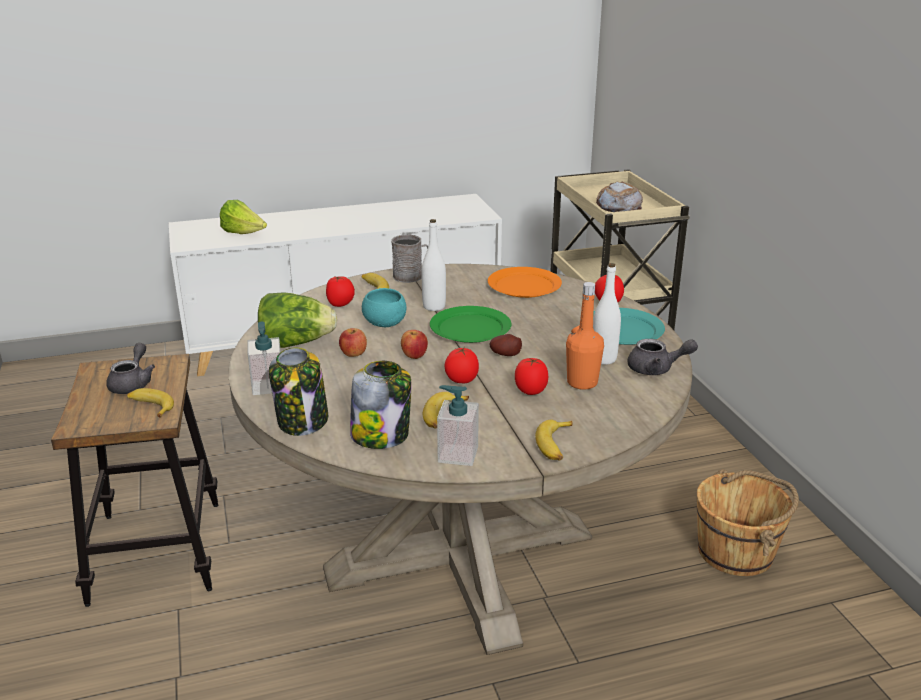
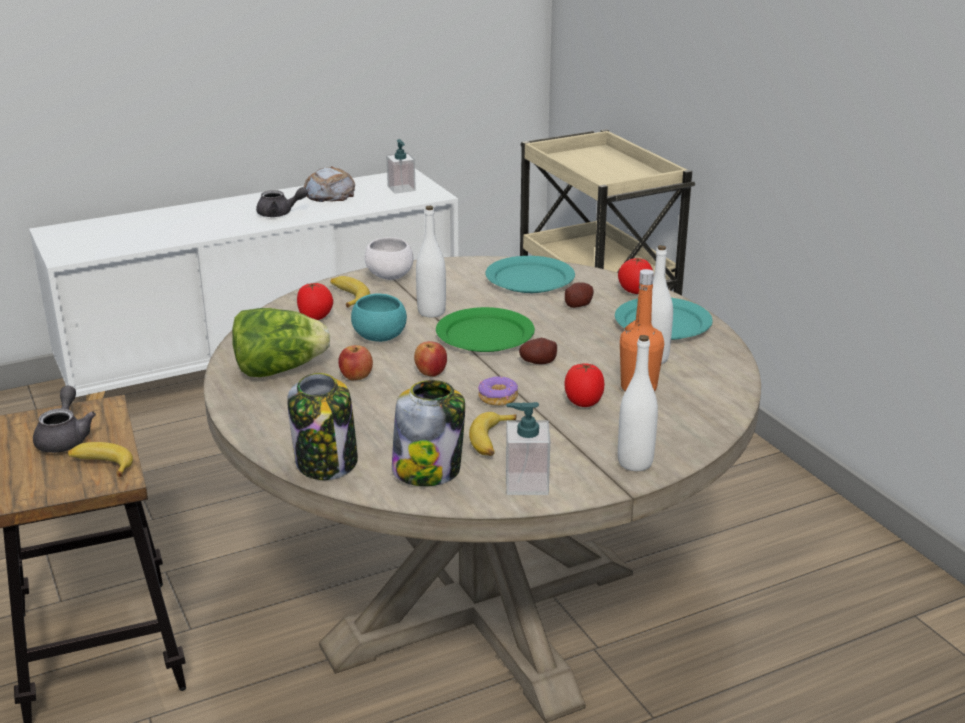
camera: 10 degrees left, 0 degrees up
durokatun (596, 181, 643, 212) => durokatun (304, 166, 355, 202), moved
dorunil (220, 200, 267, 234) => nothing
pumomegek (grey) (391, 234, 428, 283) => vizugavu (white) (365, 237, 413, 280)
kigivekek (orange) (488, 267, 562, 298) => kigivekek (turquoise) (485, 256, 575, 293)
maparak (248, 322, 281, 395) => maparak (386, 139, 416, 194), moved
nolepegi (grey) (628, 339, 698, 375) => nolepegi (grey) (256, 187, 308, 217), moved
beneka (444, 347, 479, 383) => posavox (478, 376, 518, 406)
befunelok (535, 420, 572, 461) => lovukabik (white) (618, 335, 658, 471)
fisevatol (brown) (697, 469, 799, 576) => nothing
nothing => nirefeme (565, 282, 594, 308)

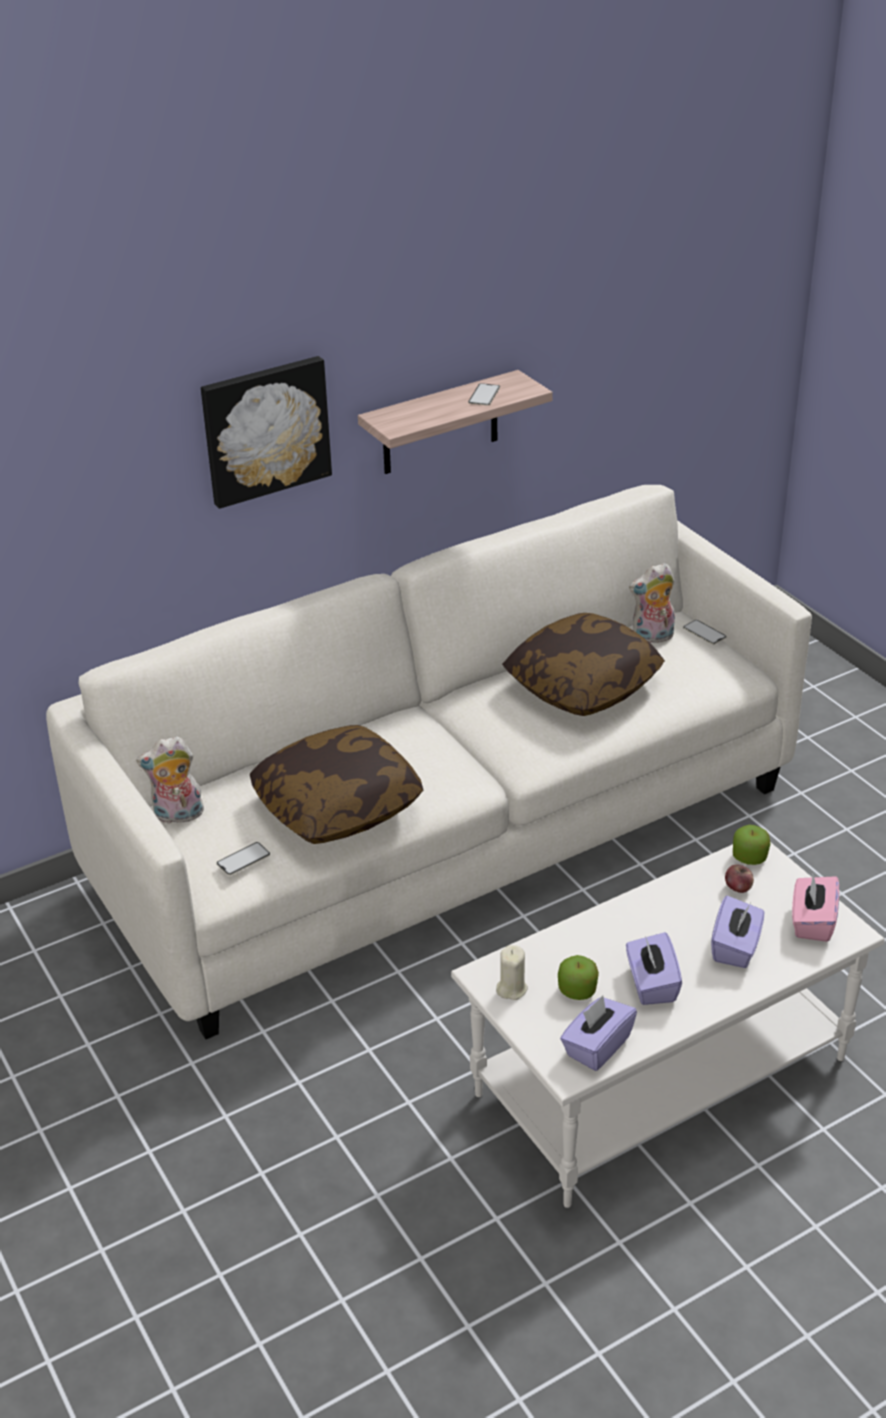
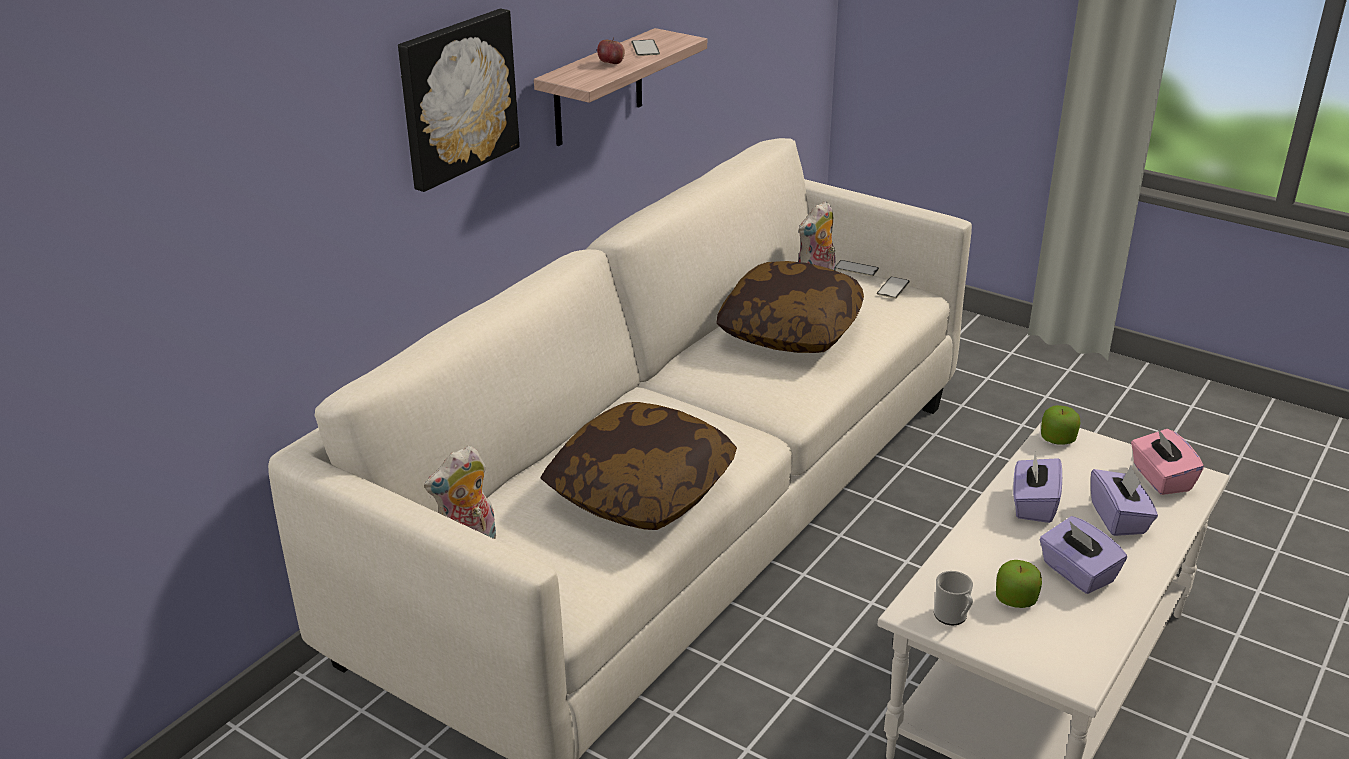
camera: 25 degrees left, 5 degrees down
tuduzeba (217, 842, 270, 875) => tuduzeba (877, 277, 910, 299), moved
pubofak (725, 865, 754, 893) => pubofak (597, 37, 625, 64), moved
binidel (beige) (496, 945, 528, 1000) => pumomegek (934, 571, 973, 626)
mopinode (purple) (560, 996, 637, 1071) => mopinode (purple) (1013, 453, 1062, 523), moved

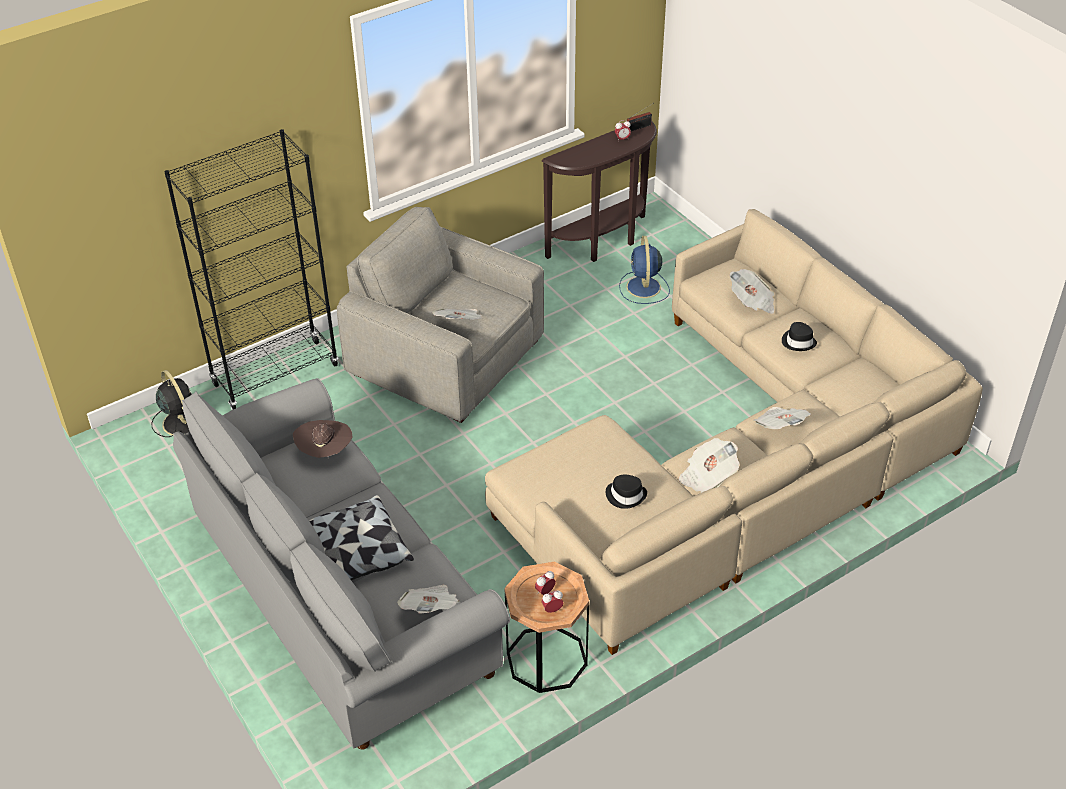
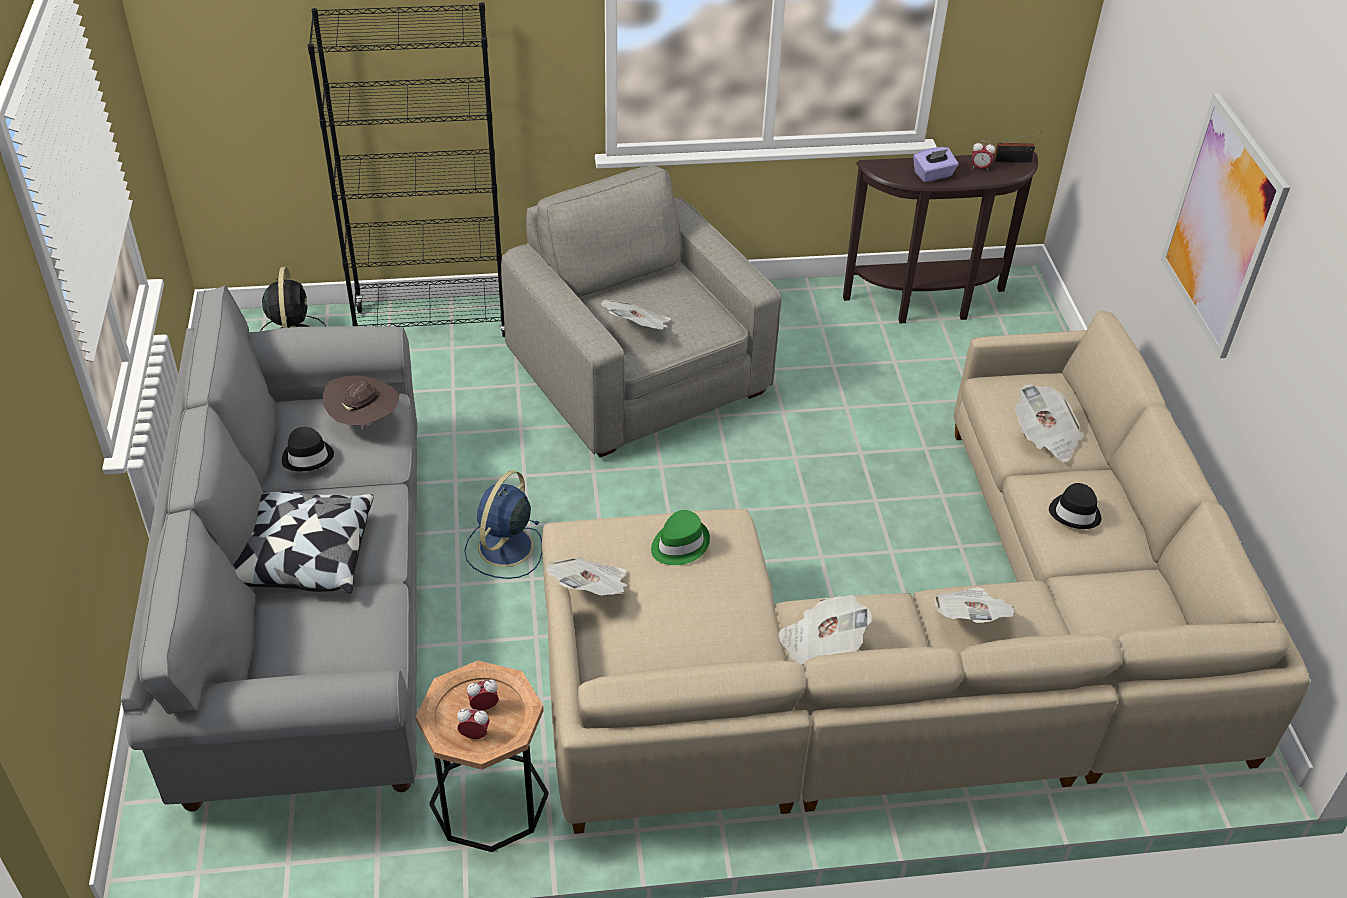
camera: 25 degrees right, 0 degrees up
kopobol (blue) (619, 236, 670, 304) => kopobol (blue) (464, 470, 542, 579), moved
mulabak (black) (606, 475, 647, 509) => mulabak (black) (282, 427, 334, 471), moved
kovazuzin (397, 585, 459, 614) => kovazuzin (546, 557, 627, 596), moved
nothing => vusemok (1161, 93, 1290, 358)
nothing => mopinode (purple) (913, 147, 958, 182)
nothing => mulabak (green) (651, 510, 710, 565)

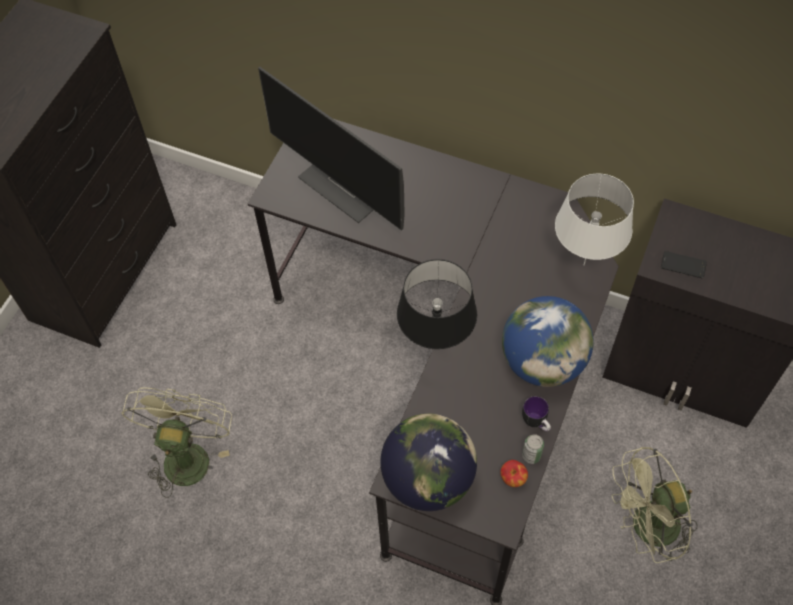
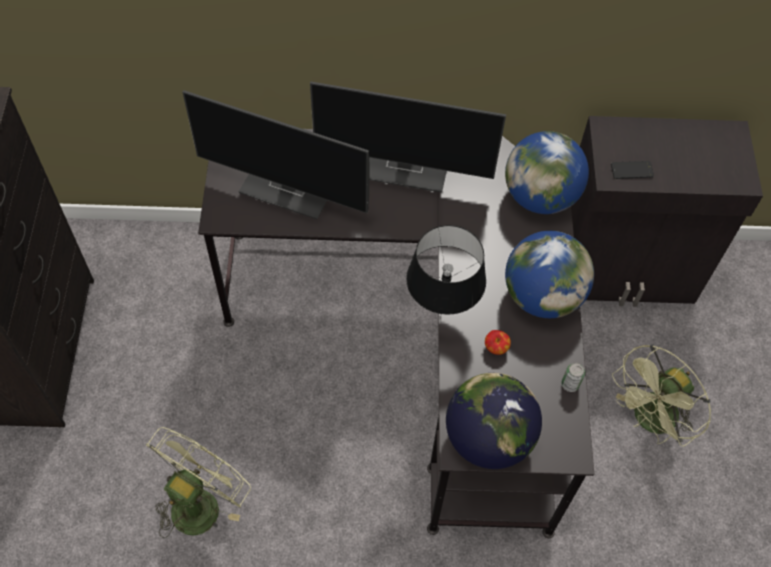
camera: 25 degrees left, 0 degrees up
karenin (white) (555, 174, 634, 265) => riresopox (505, 131, 589, 214)
kopobol (green) (121, 388, 232, 498) => kopobol (green) (146, 427, 251, 538), 45 degrees clockwise
pumomegek (522, 396, 551, 431) => nothing
pubofak (500, 460, 528, 487) => pubofak (485, 330, 511, 355), moved
nothing => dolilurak (310, 81, 506, 193)

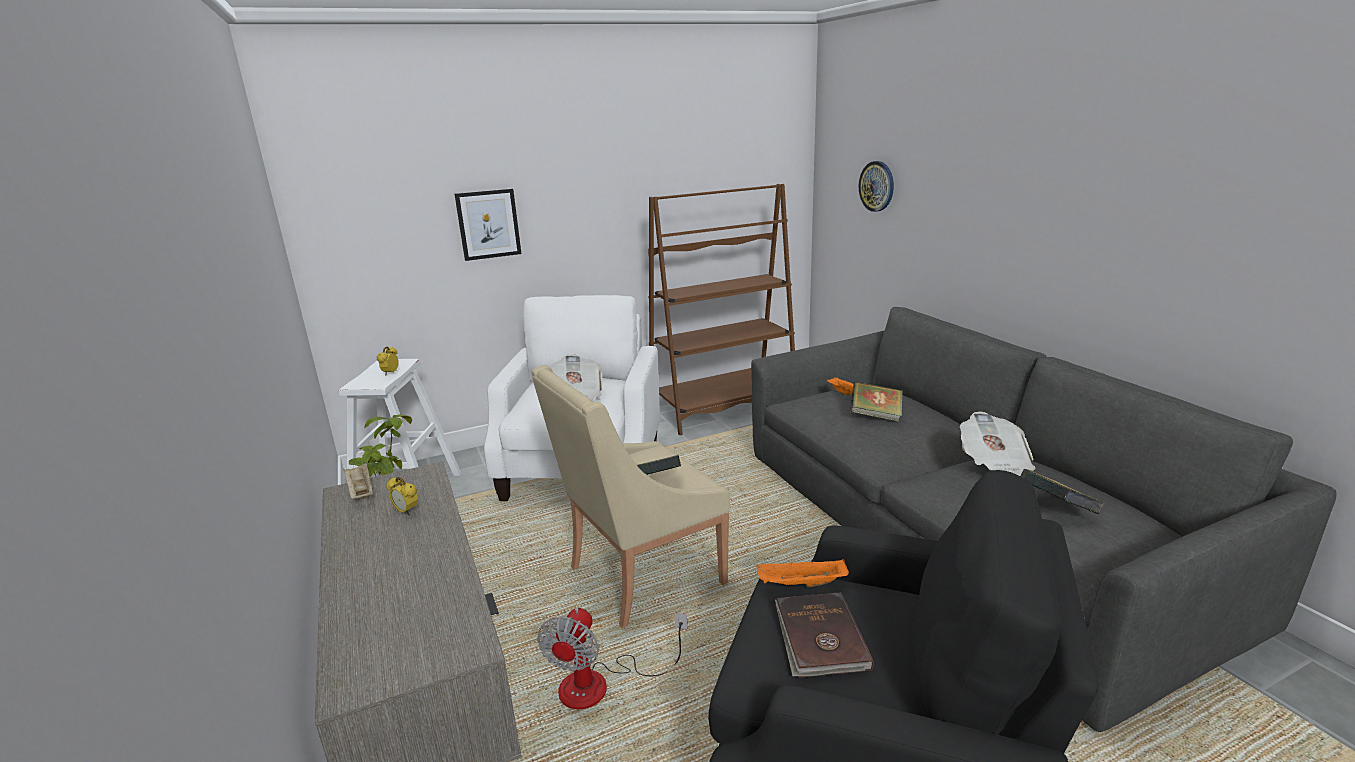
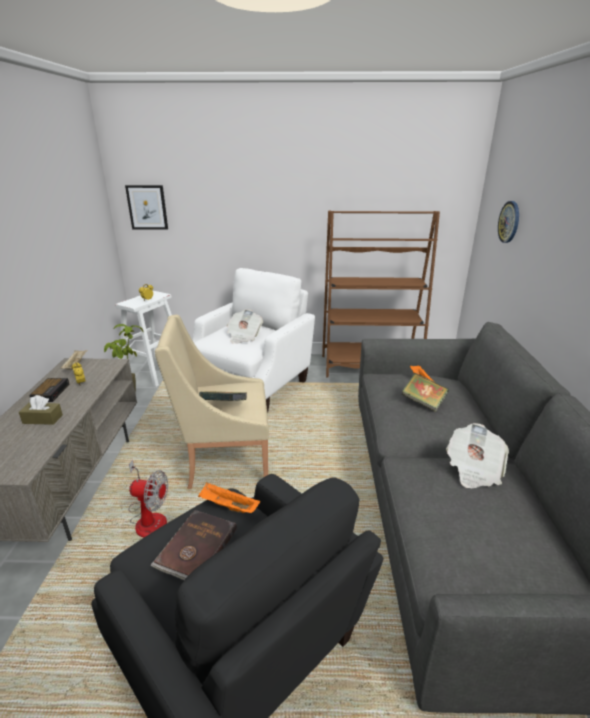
camera: 25 degrees right, 5 degrees up
vusemok (455, 188, 521, 261) => vusemok (125, 185, 168, 230), moved
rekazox (1020, 469, 1105, 514) => nothing
kopobol (537, 608, 687, 709) => kopobol (129, 460, 168, 537), 120 degrees counterclockwise
nothing => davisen (29, 378, 70, 402)
nothing => mopinode (brown) (19, 395, 63, 425)

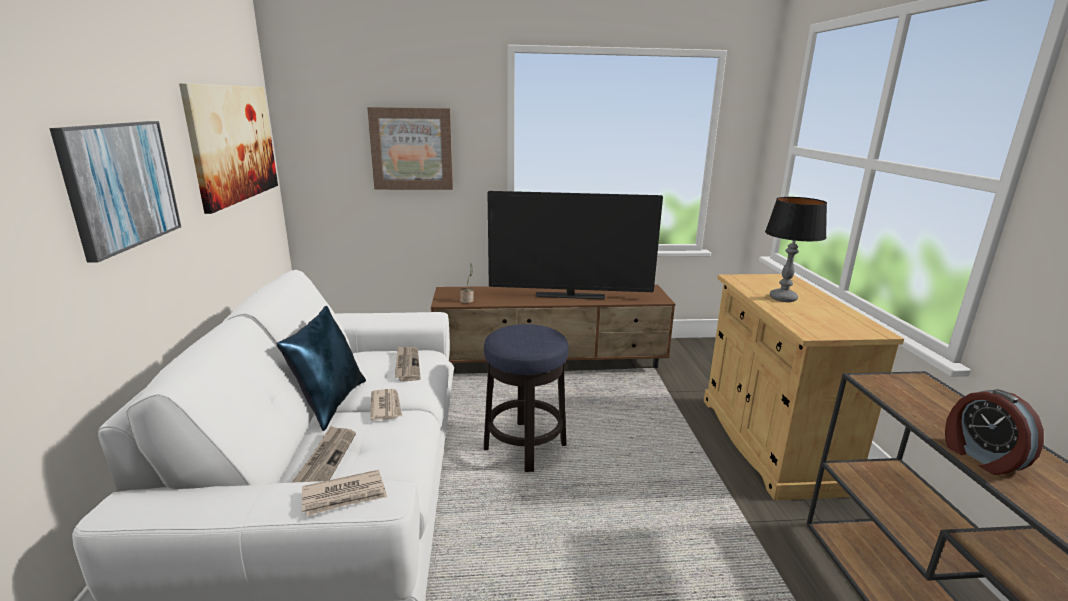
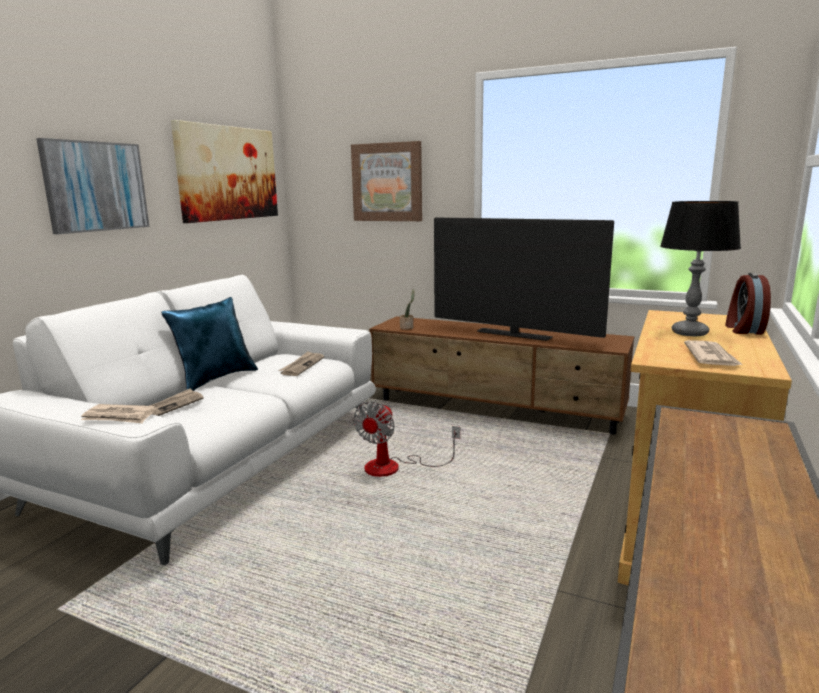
camera: 30 degrees right, 5 degrees down
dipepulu (484, 324, 569, 472) => kopobol (353, 401, 460, 477)
kovazuzin (370, 389, 402, 421) => kovazuzin (684, 340, 743, 366), moved
davisen (945, 389, 1044, 475) => davisen (725, 273, 771, 335), moved

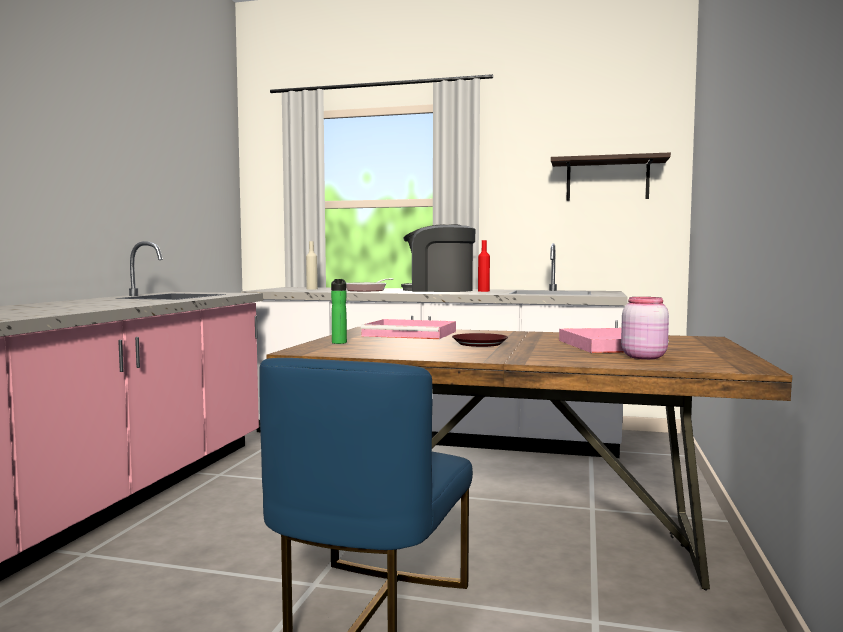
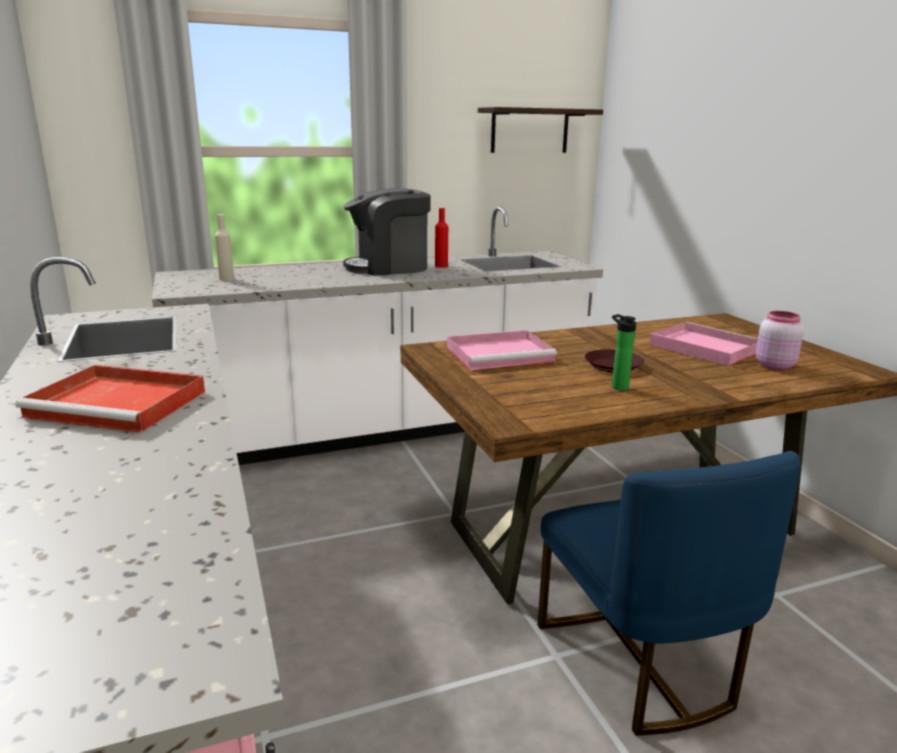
camera: 35 degrees left, 15 degrees up
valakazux (346, 278, 393, 292) => nothing
lovukabik (331, 279, 347, 344) => lovukabik (612, 314, 636, 391), moved
nothing => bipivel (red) (15, 365, 205, 433)

